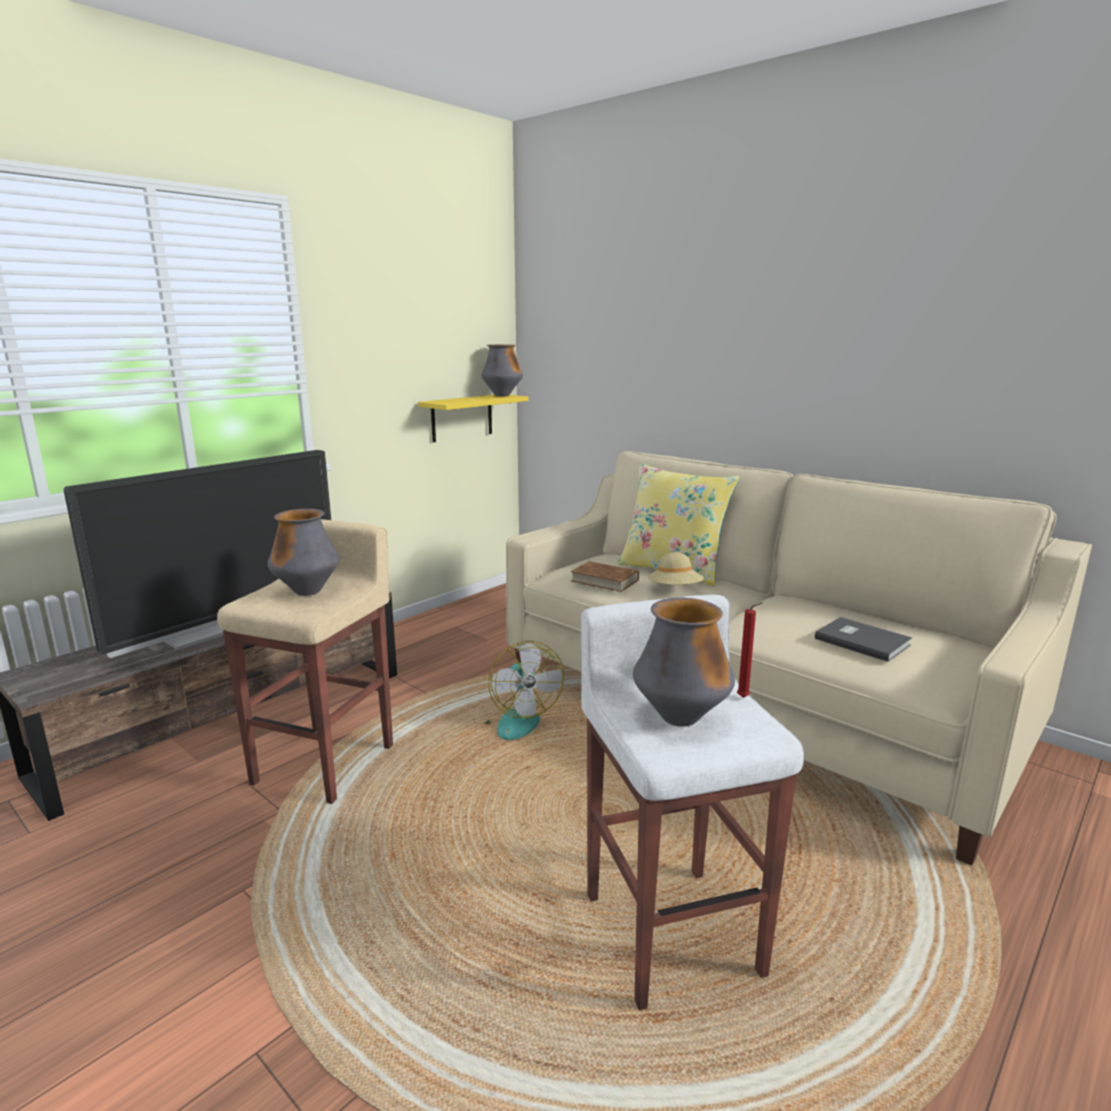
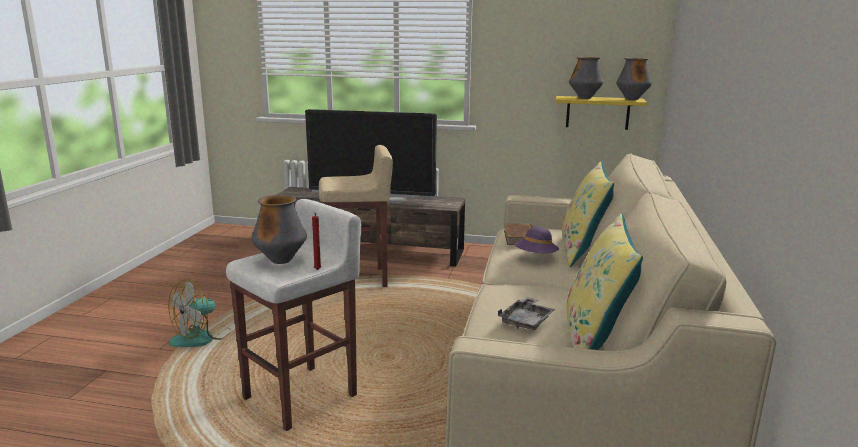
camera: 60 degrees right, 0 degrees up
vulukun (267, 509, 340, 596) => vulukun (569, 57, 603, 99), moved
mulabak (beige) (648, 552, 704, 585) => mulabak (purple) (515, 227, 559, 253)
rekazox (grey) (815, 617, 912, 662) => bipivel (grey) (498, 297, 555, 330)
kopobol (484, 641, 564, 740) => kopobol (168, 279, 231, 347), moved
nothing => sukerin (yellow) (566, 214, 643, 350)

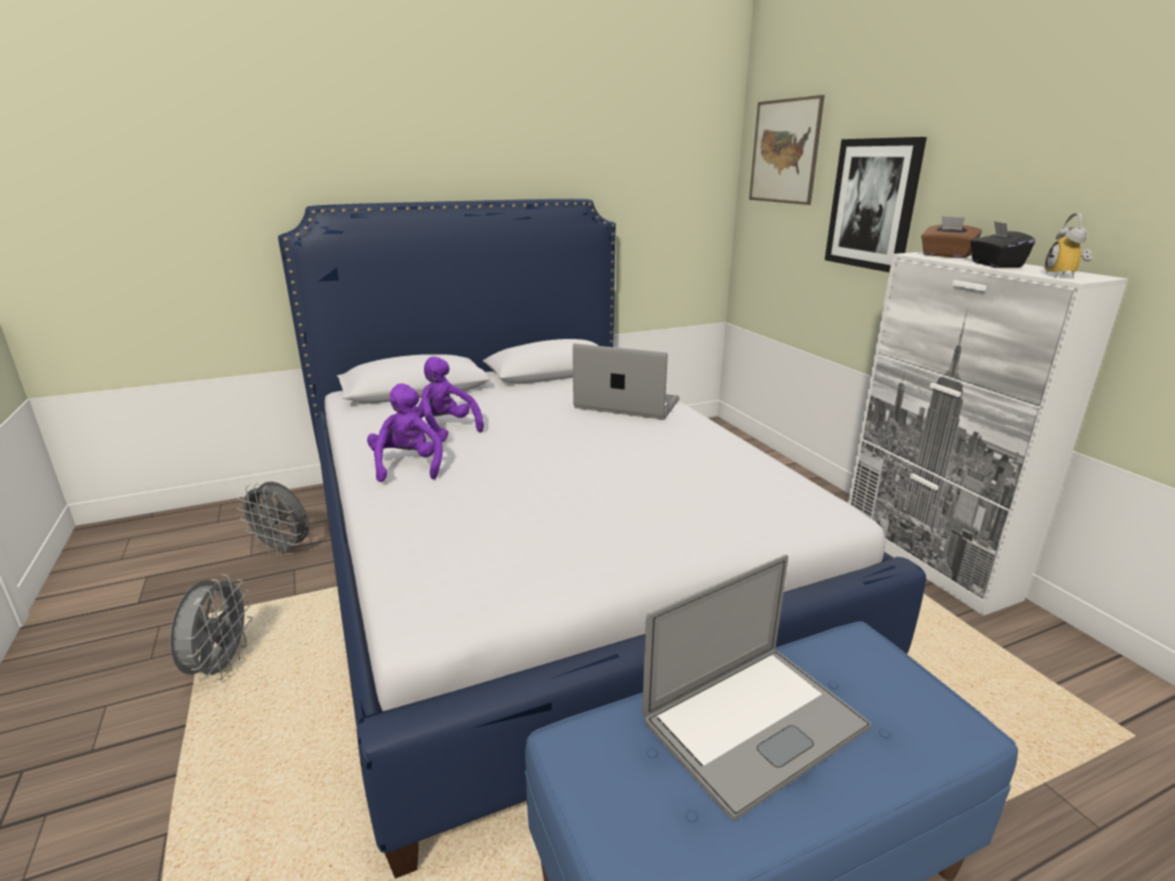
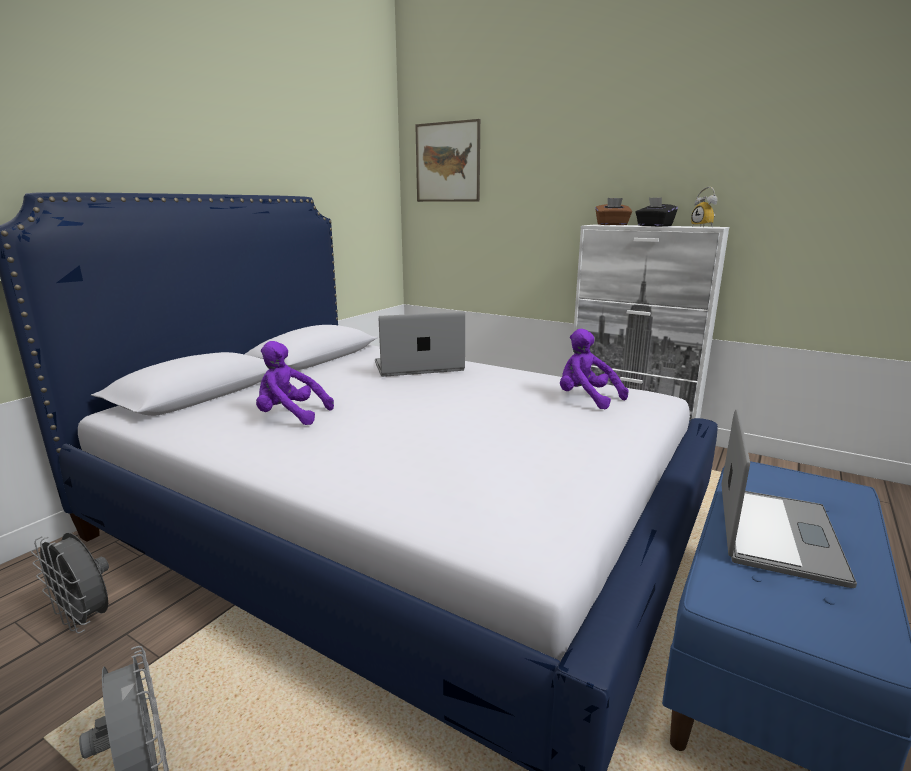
camera: 35 degrees left, 5 degrees down
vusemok (825, 137, 927, 272) => nothing
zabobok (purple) (367, 383, 443, 482) => zabobok (purple) (560, 329, 629, 409), moved
kopobol (grey) (237, 482, 309, 556) => kopobol (grey) (31, 532, 109, 633), 45 degrees clockwise

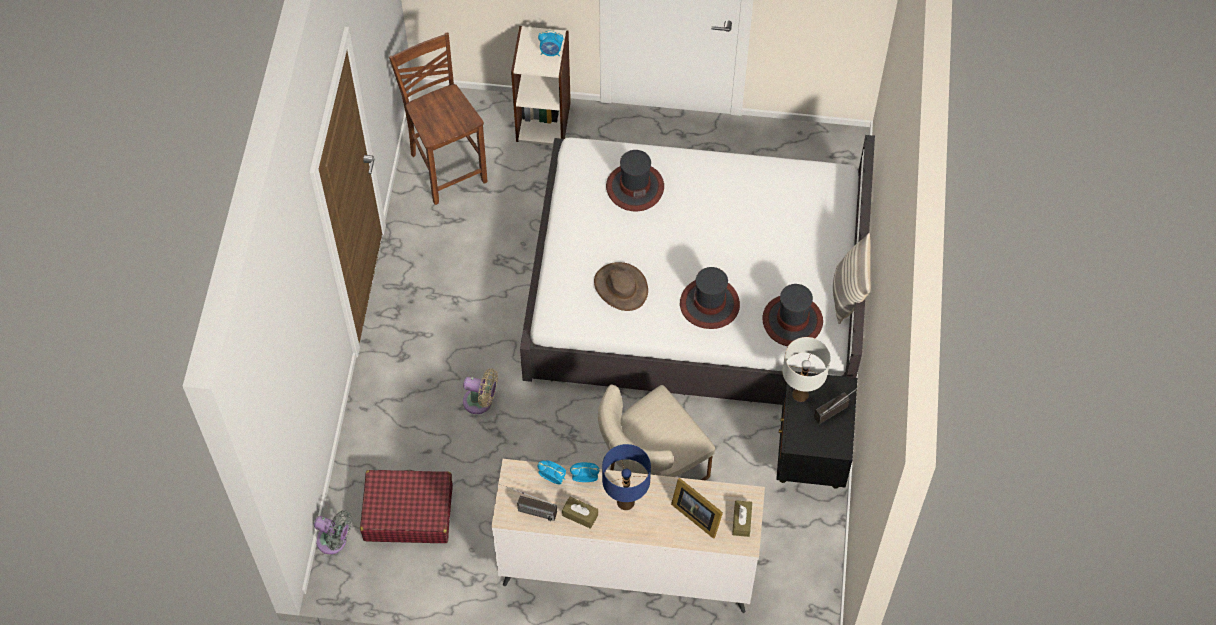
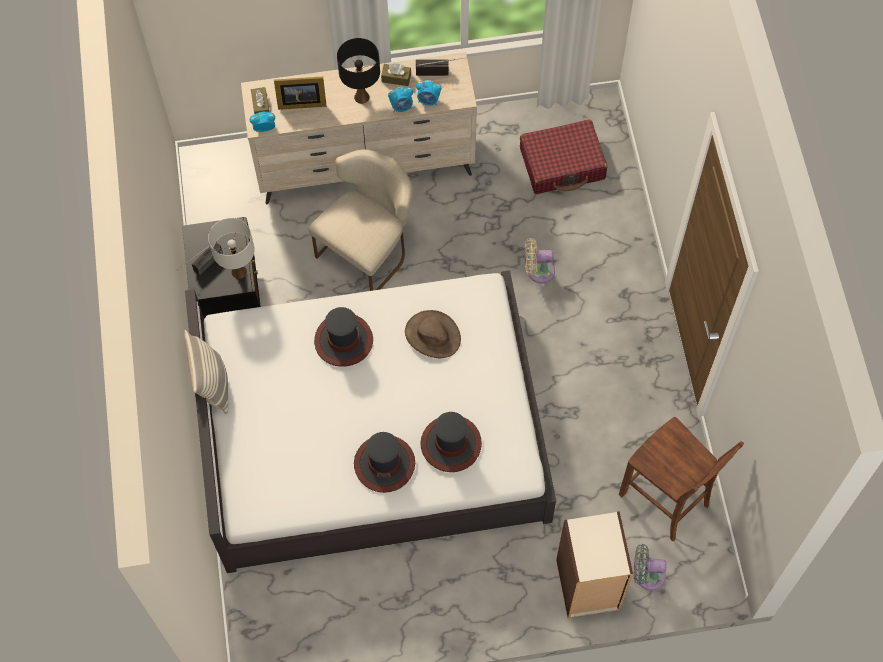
camera: 165 degrees right, 5 degrees up
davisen (538, 30, 563, 56) => davisen (250, 112, 275, 132), moved
mulabak (763, 284, 823, 346) => mulabak (354, 432, 415, 493), moved
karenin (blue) (602, 444, 651, 510) => karenin (black) (337, 38, 380, 104)
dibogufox (671, 478, 723, 539) => dibogufox (274, 76, 326, 110), 150 degrees clockwise
kopobol (grey) (314, 511, 352, 554) => kopobol (grey) (634, 544, 667, 590), moved

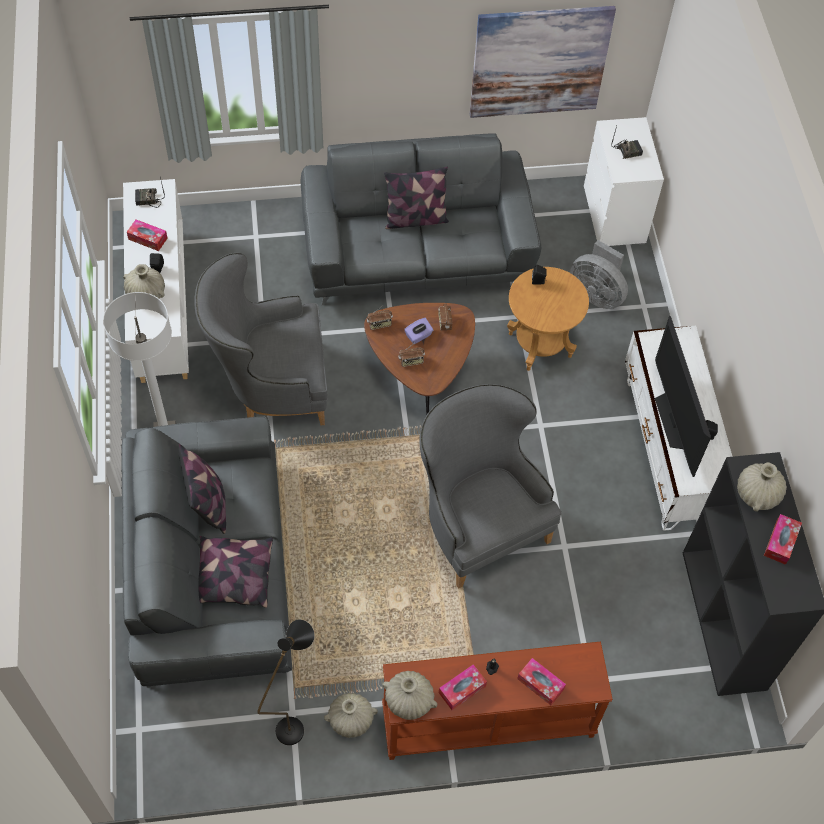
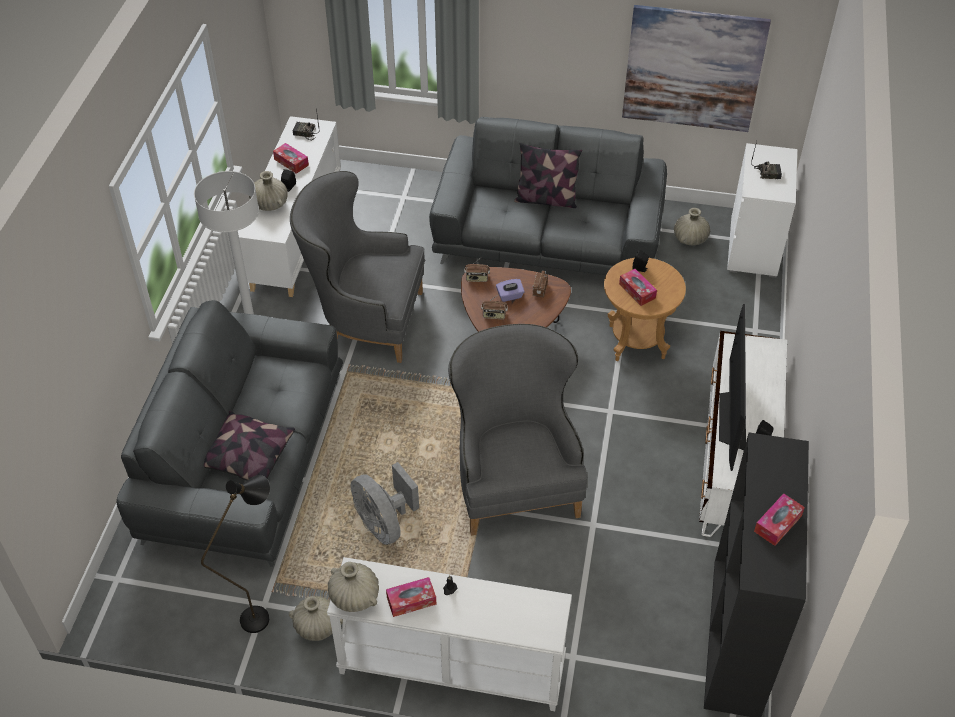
camera: 20 degrees right, 10 degrees down
kopobol (grey) (570, 240, 628, 309) => kopobol (grey) (351, 462, 419, 545), moved
sukerin (178, 444, 226, 534) => nothing
vulukun (beige) (737, 462, 787, 511) => vulukun (beige) (674, 208, 710, 245), moved
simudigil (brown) (382, 642, 613, 760) => simudigil (white) (327, 557, 572, 711)
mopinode (517, 658, 566, 705) => mopinode (619, 269, 657, 306), moved

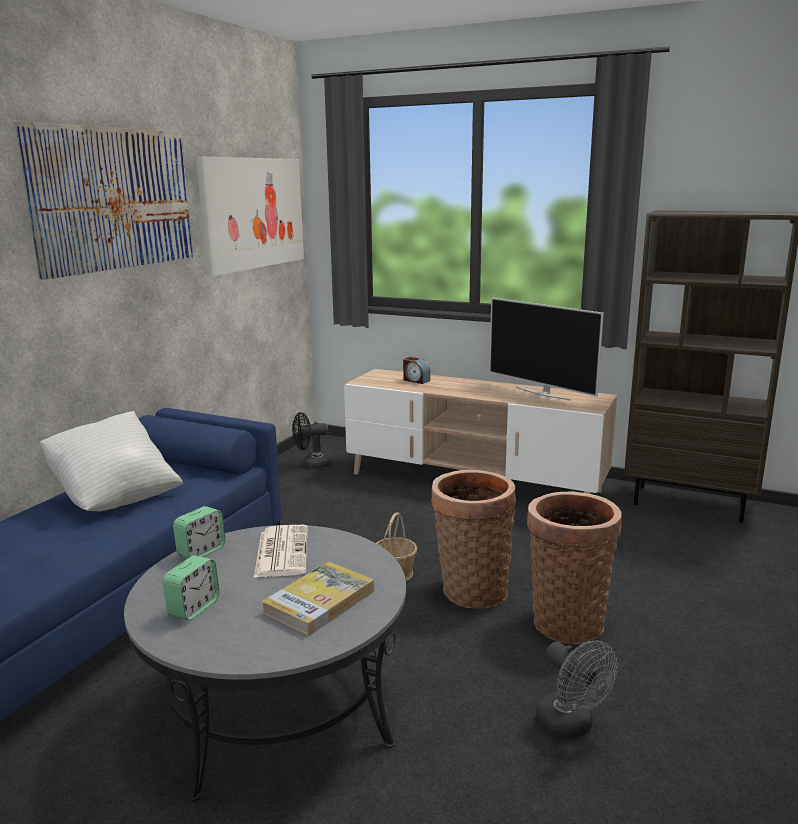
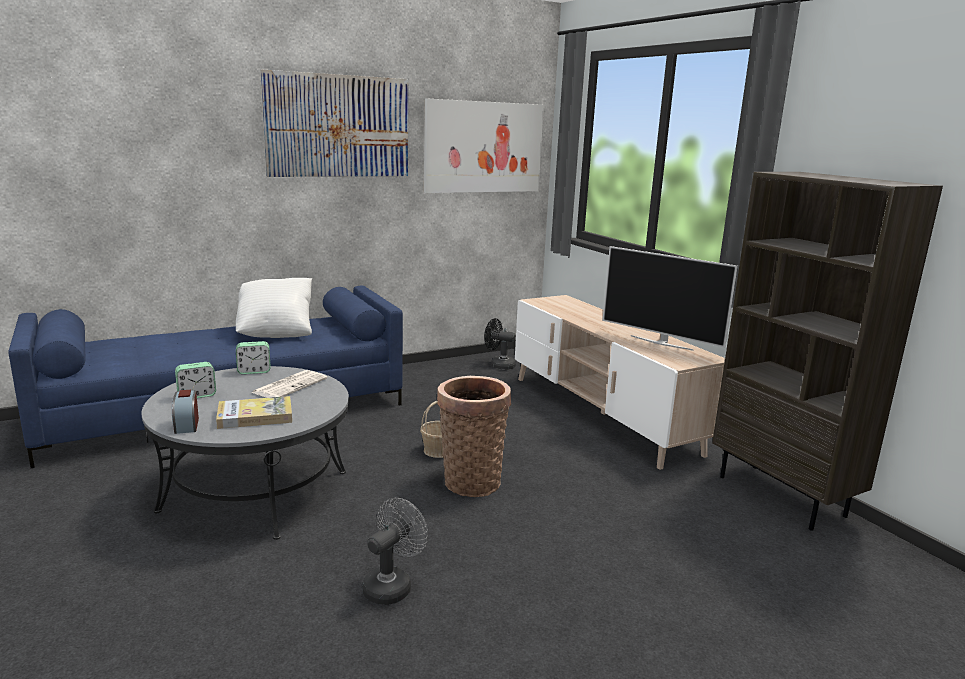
camera: 35 degrees right, 0 degrees up
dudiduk (489, 298, 604, 401) => dudiduk (603, 246, 738, 351), 45 degrees counterclockwise
davisen (403, 357, 430, 384) => davisen (172, 390, 199, 434), moved
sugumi (527, 492, 622, 645) => nothing
kopobol (grey) (536, 640, 618, 739) => kopobol (grey) (362, 498, 428, 605), 150 degrees counterclockwise

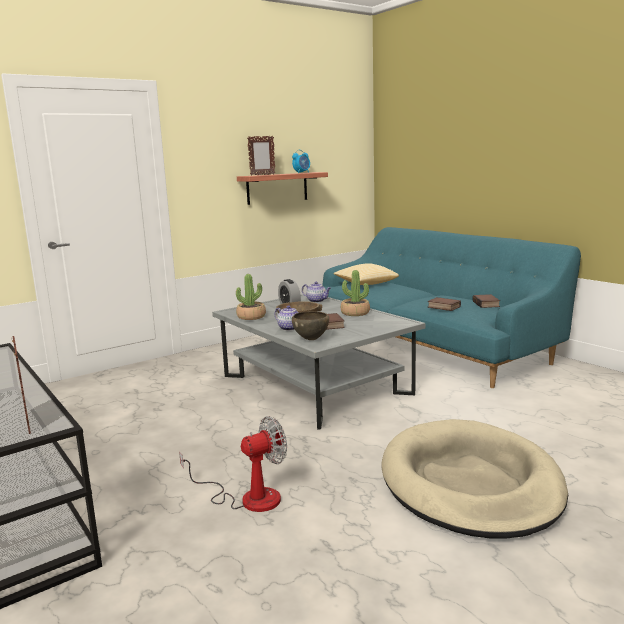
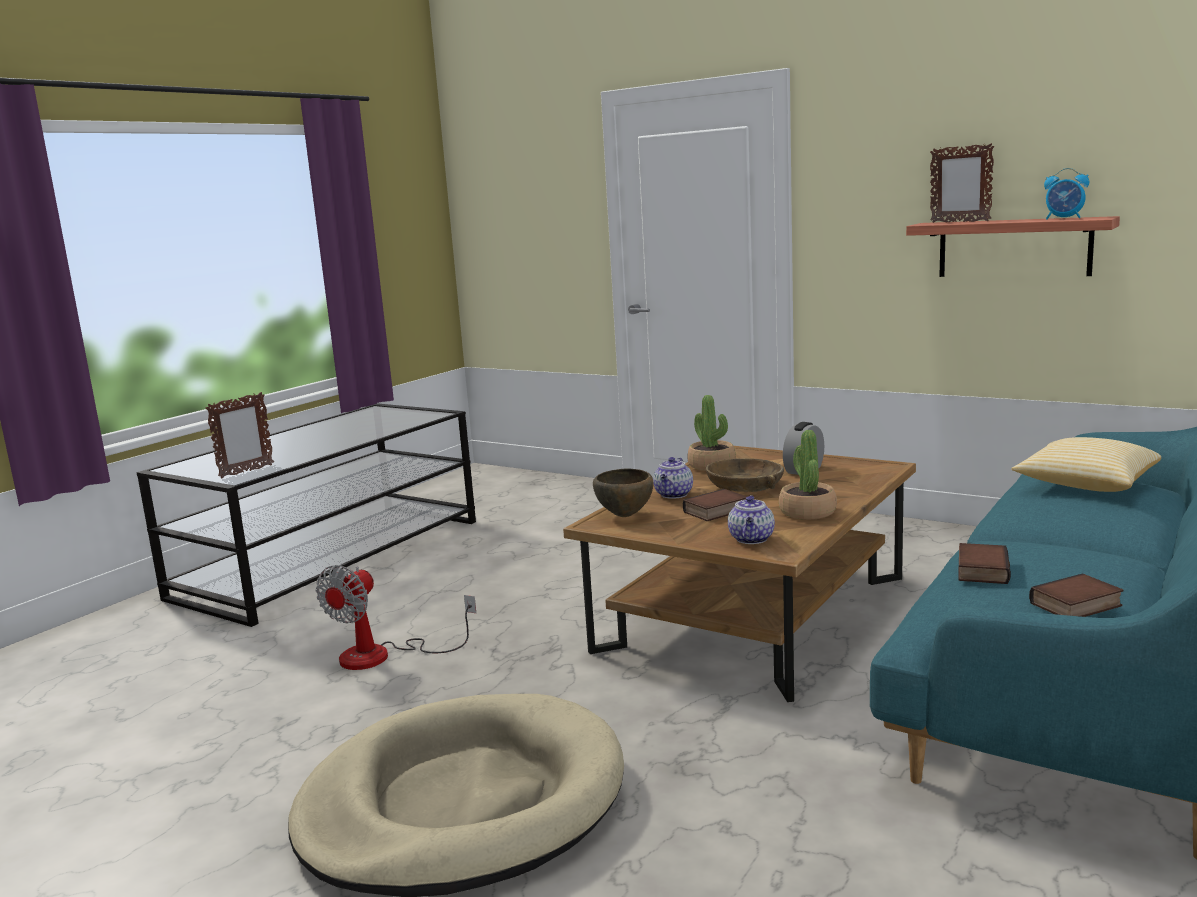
camera: 70 degrees right, 0 degrees up
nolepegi (302, 282, 331, 303) => nolepegi (728, 495, 775, 544), moved
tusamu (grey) (212, 294, 425, 429) => tusamu (brown) (563, 446, 916, 702)
kopobol (179, 416, 287, 512) => kopobol (316, 565, 476, 670), 75 degrees clockwise

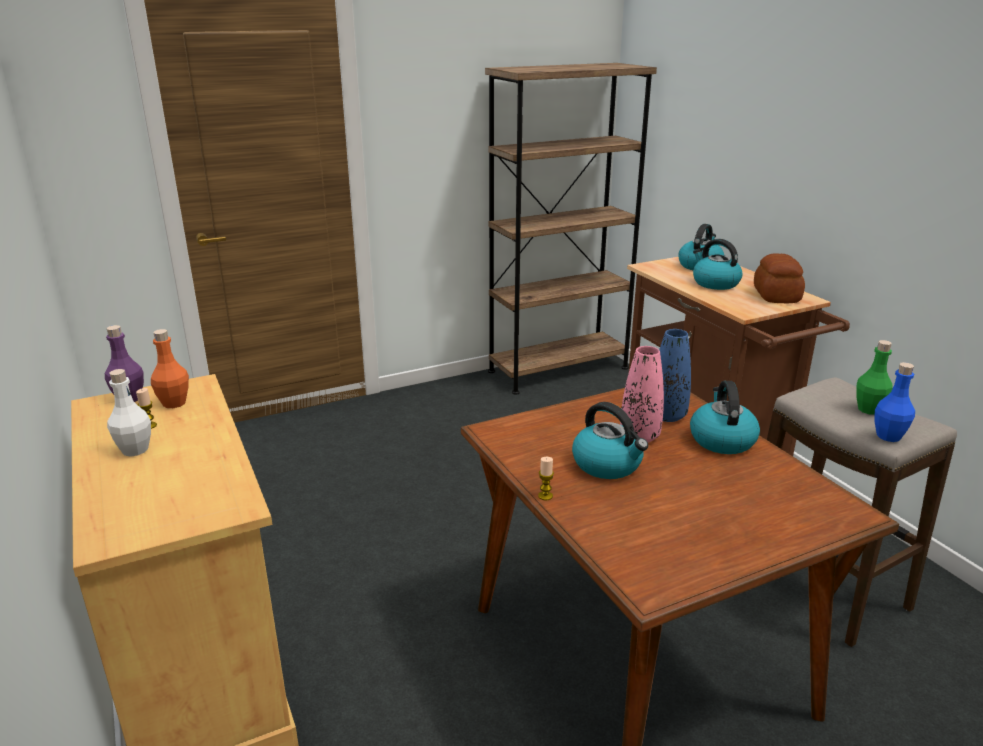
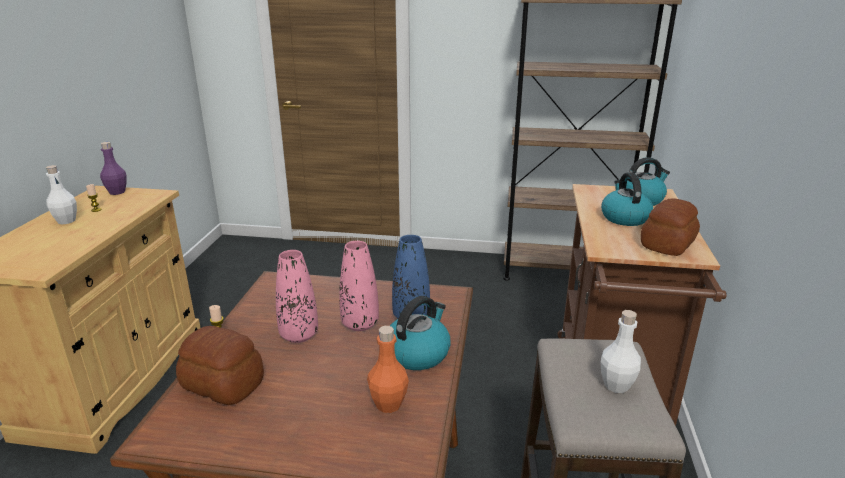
camera: 35 degrees right, 0 degrees up
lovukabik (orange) (151, 329, 189, 408) => lovukabik (orange) (367, 326, 409, 413), moved
lovukabik (green) (856, 340, 893, 415) => lovukabik (white) (600, 310, 641, 393)
lovukabik (blue) (874, 362, 915, 442) => nothing
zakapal (572, 402, 648, 479) => vulukun (pink) (276, 250, 318, 343)
nothing => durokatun (176, 326, 264, 405)

